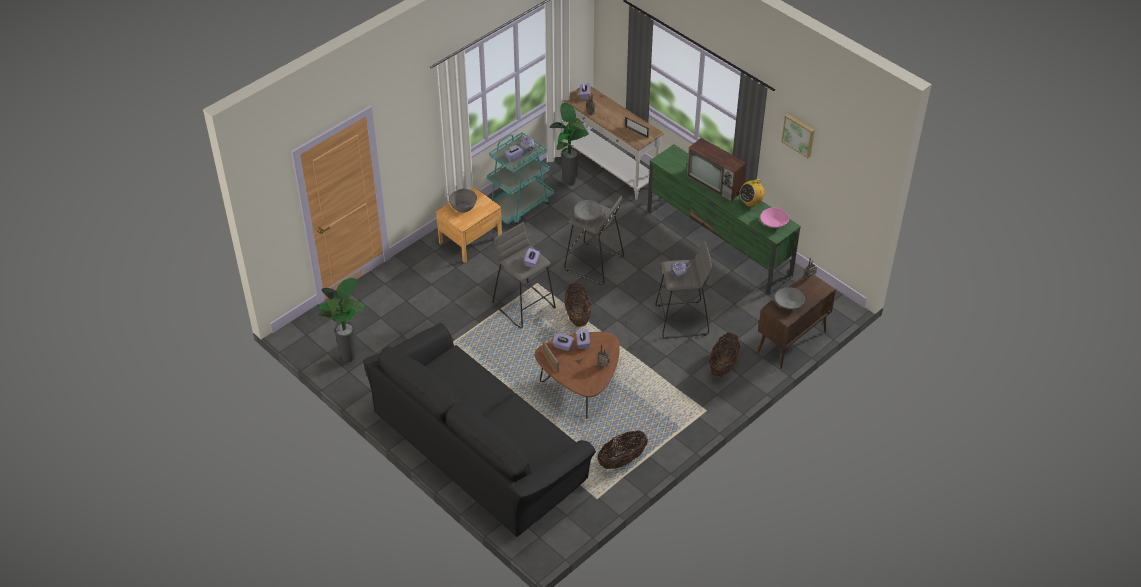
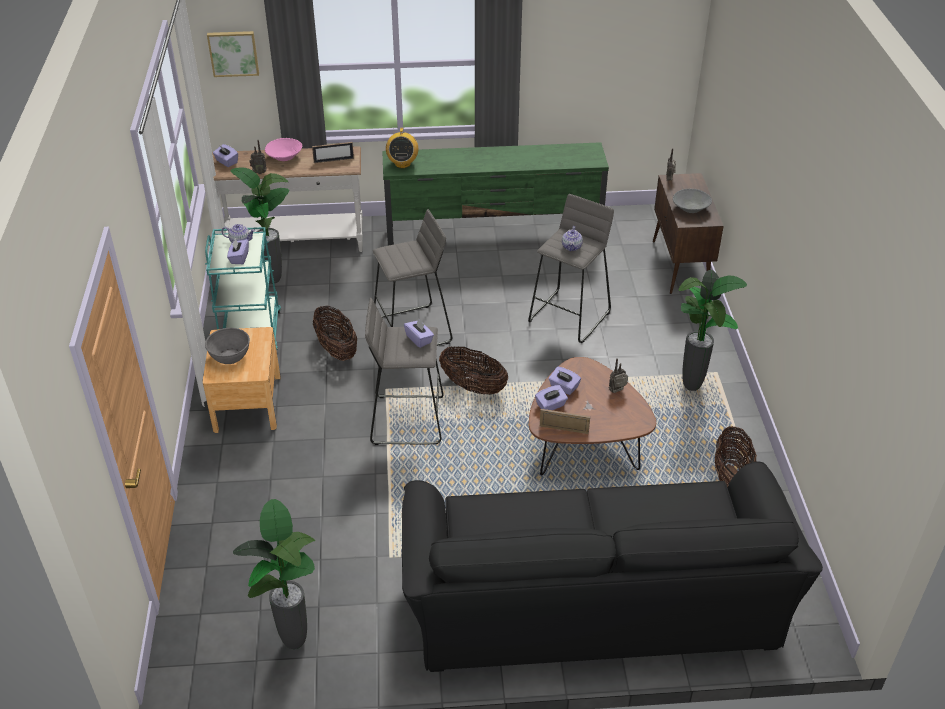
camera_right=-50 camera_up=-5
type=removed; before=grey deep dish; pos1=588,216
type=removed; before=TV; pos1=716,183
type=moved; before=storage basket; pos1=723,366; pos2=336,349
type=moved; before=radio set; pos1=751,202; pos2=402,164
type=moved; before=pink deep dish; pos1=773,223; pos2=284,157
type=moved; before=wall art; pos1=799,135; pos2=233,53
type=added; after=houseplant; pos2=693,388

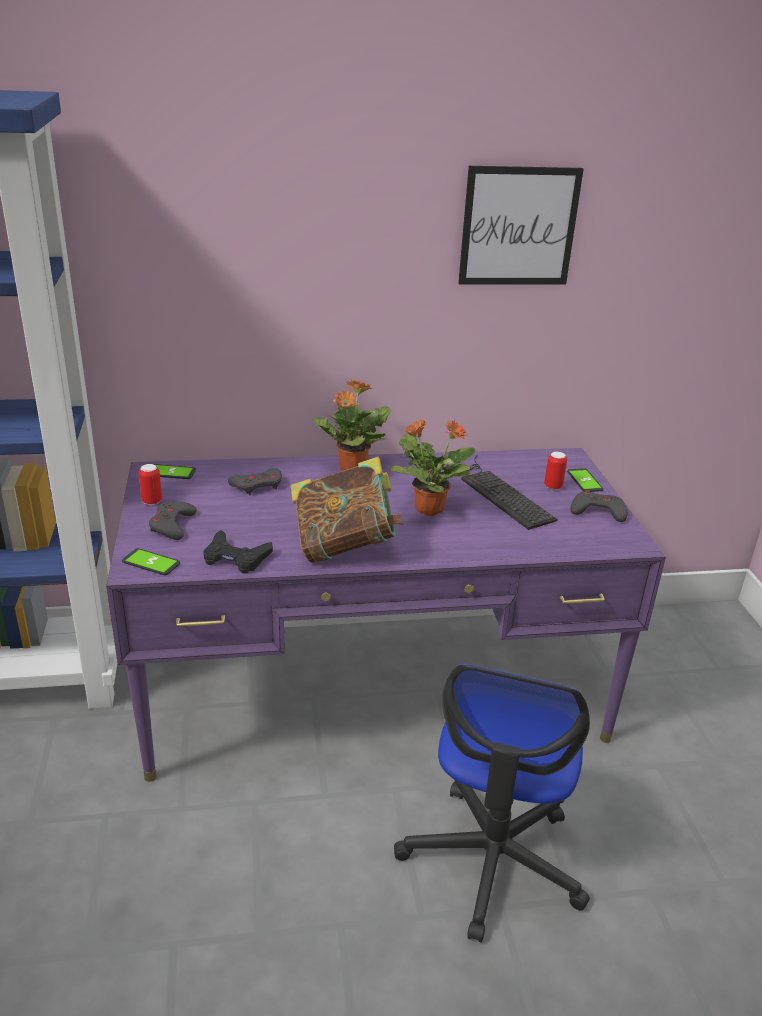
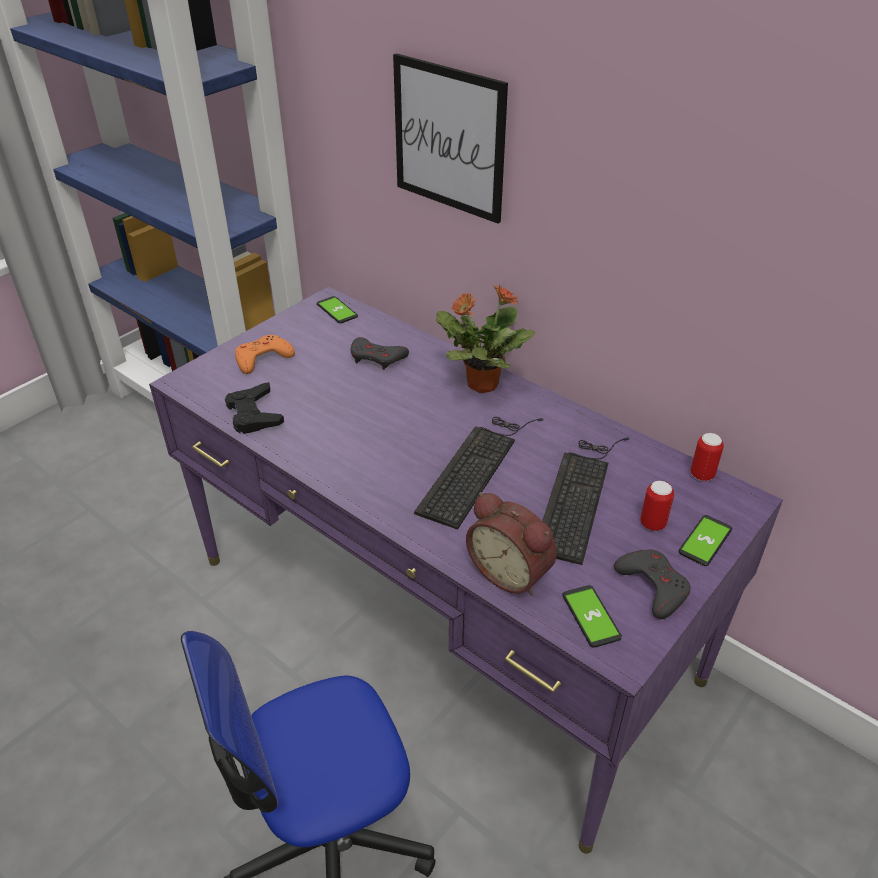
camera_right=50 camera_up=10
type=moved; before=handset; pos1=151,563; pos2=591,616
type=moved; before=sealed can; pos1=152,501; pos2=702,475
type=recoloured; before=grey gamepad; after=orangey gamepad; pos1=172,525; pos2=262,358
type=removed; before=bound book; pos1=345,546
type=replaced; before=houseplant; after=PC keyboard; pos1=428,508; pos2=477,466
type=moved; before=wall art; pos1=518,226; pos2=449,138
type=added; after=bedside clock; pos2=511,572

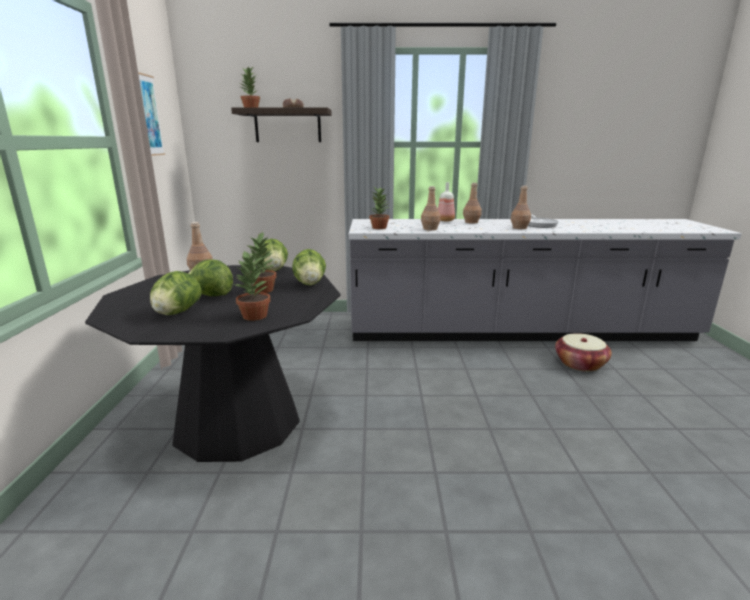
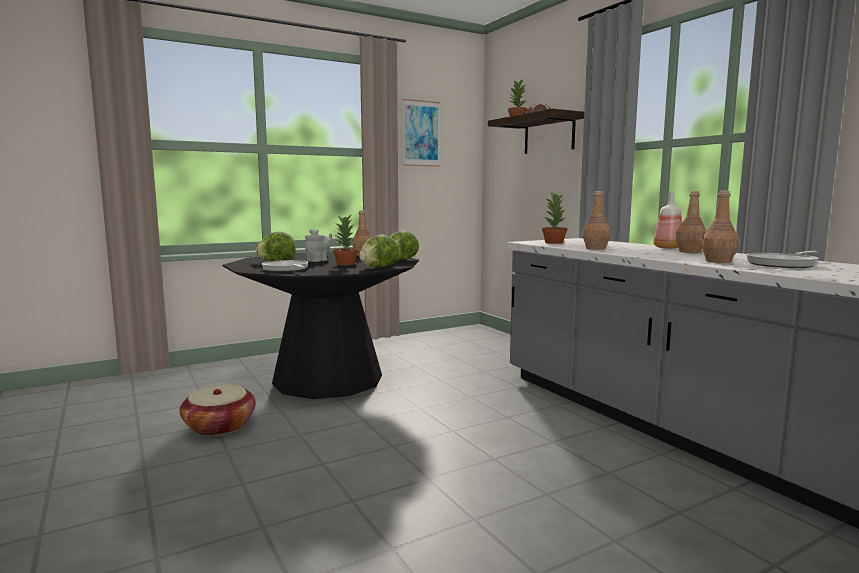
camera_right=60 camera_up=-10
type=replaced; before=lettuce head; after=grey teapot; pos1=211,295; pos2=319,261
type=replaced; before=houseplant; after=frying pan; pos1=255,316; pos2=286,269
type=moved; before=storage basket; pos1=580,364; pos2=219,427

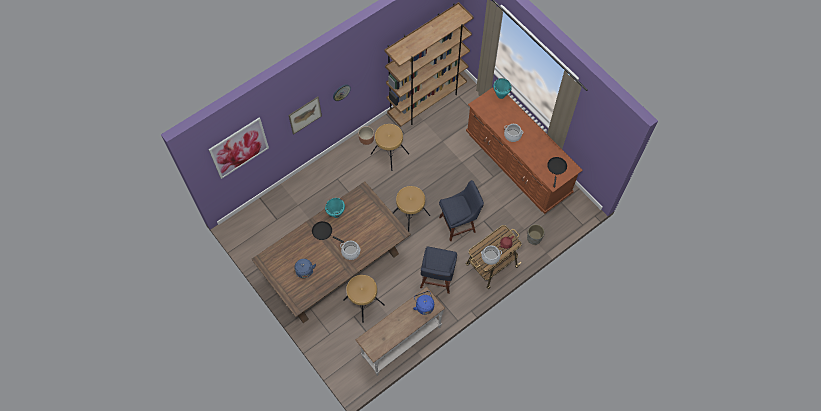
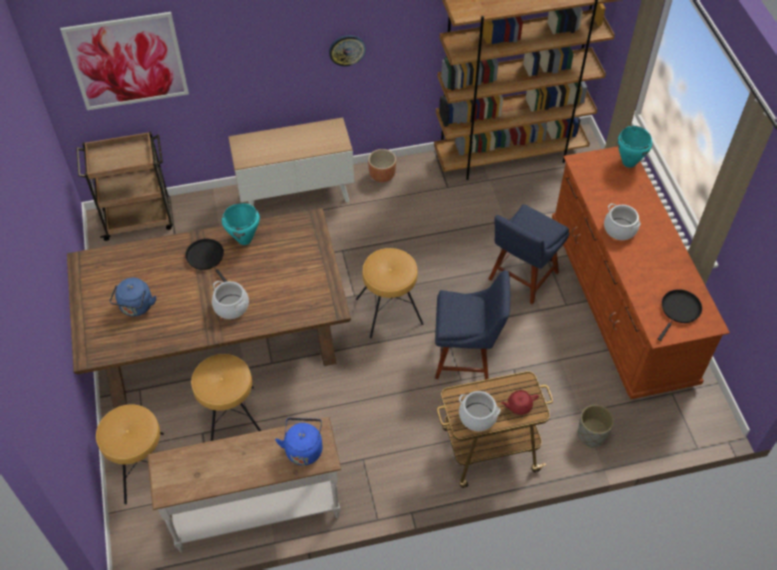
camera_right=25 camera_up=-10
type=removed; before=wall art; pos1=305,115
type=moved; before=brown stool; pos1=389,154; pos2=143,468
type=moved; before=blue-coloured plain chair; pos1=436,279; pos2=521,278
type=added; after=brown wheeled cart; pos2=139,219
type=added; after=cabinet; pos2=296,194

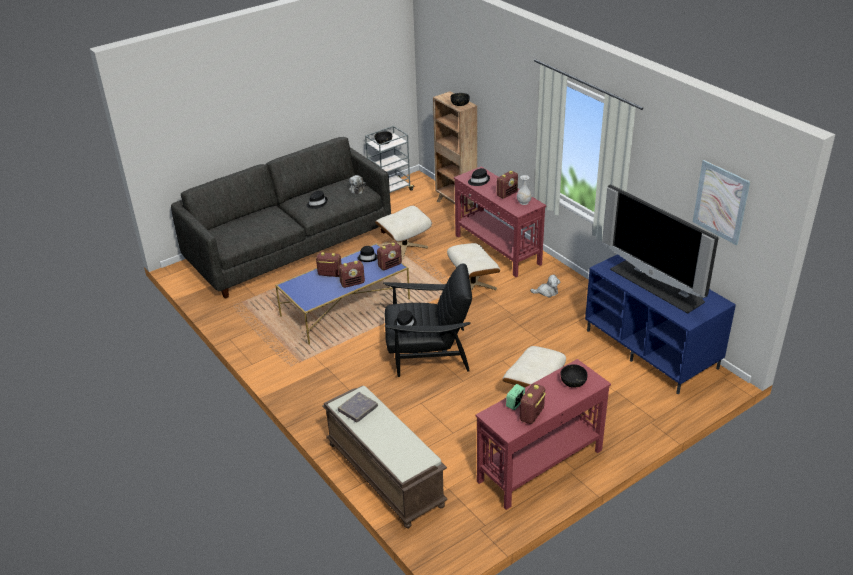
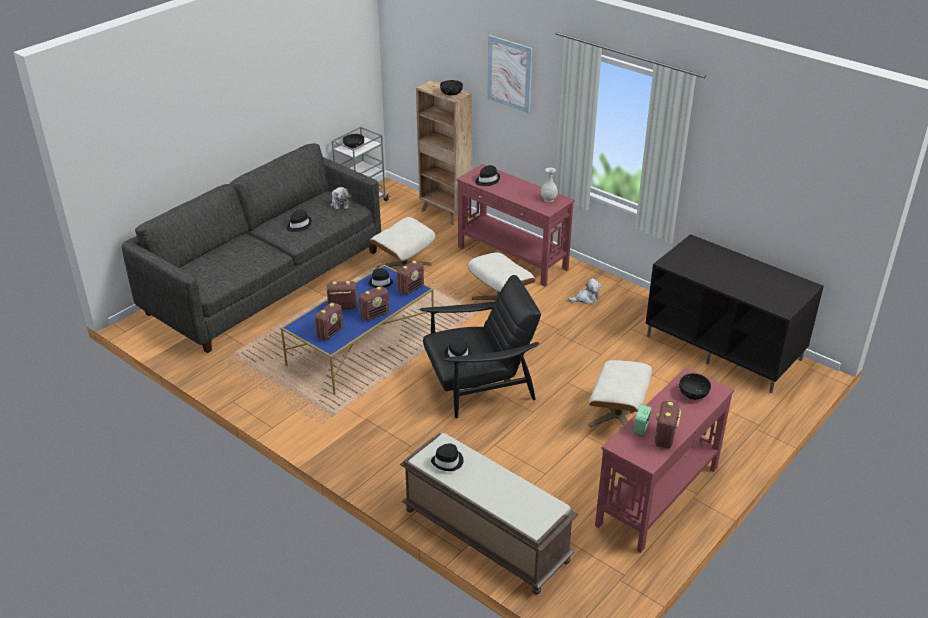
camera_right=-15 camera_up=0
type=replaced; before=grey bound book; after=blackish wearable hat; pos1=358,409; pos2=448,461
type=moved; before=radio set; pos1=507,194; pos2=330,332
type=recoloured; before=blue-coloured tv stand; after=blackish tv stand; pos1=652,349; pos2=725,348
type=removed; before=TV; pos1=657,285
type=moved; before=wall art; pos1=721,202; pos2=509,73

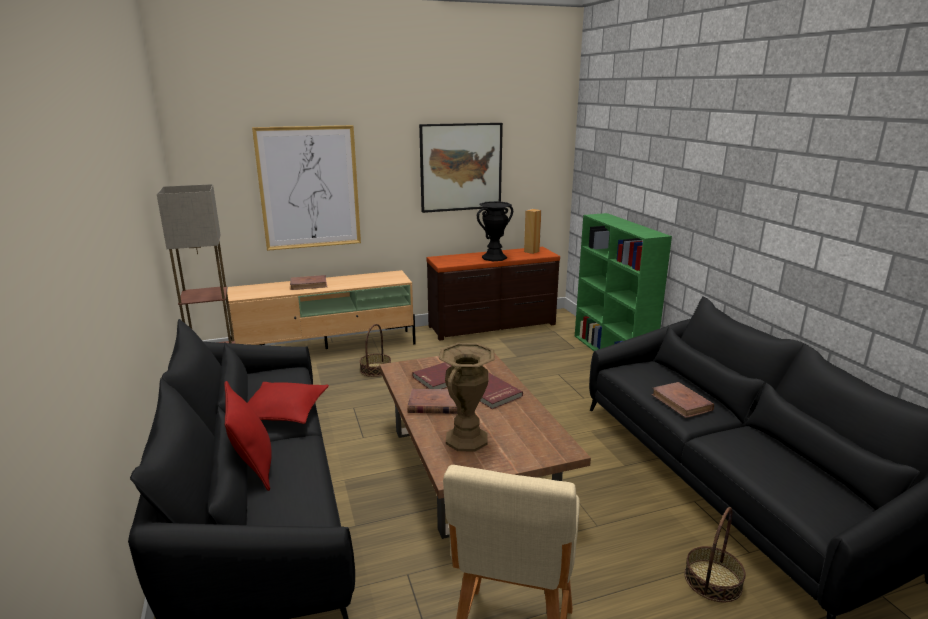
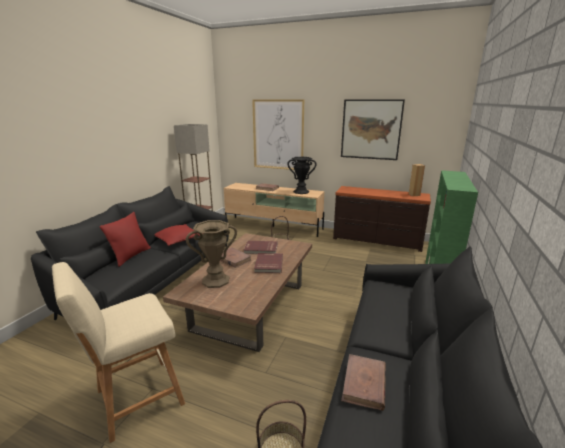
camera_right=40 camera_up=0
type=moved; before=blackish decorative vase; pos1=494,258; pos2=301,192
type=moved; before=brown bound book; pos1=681,402; pos2=364,384

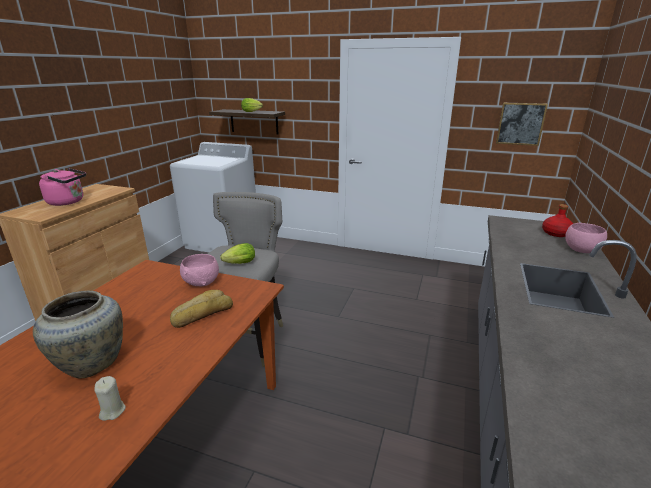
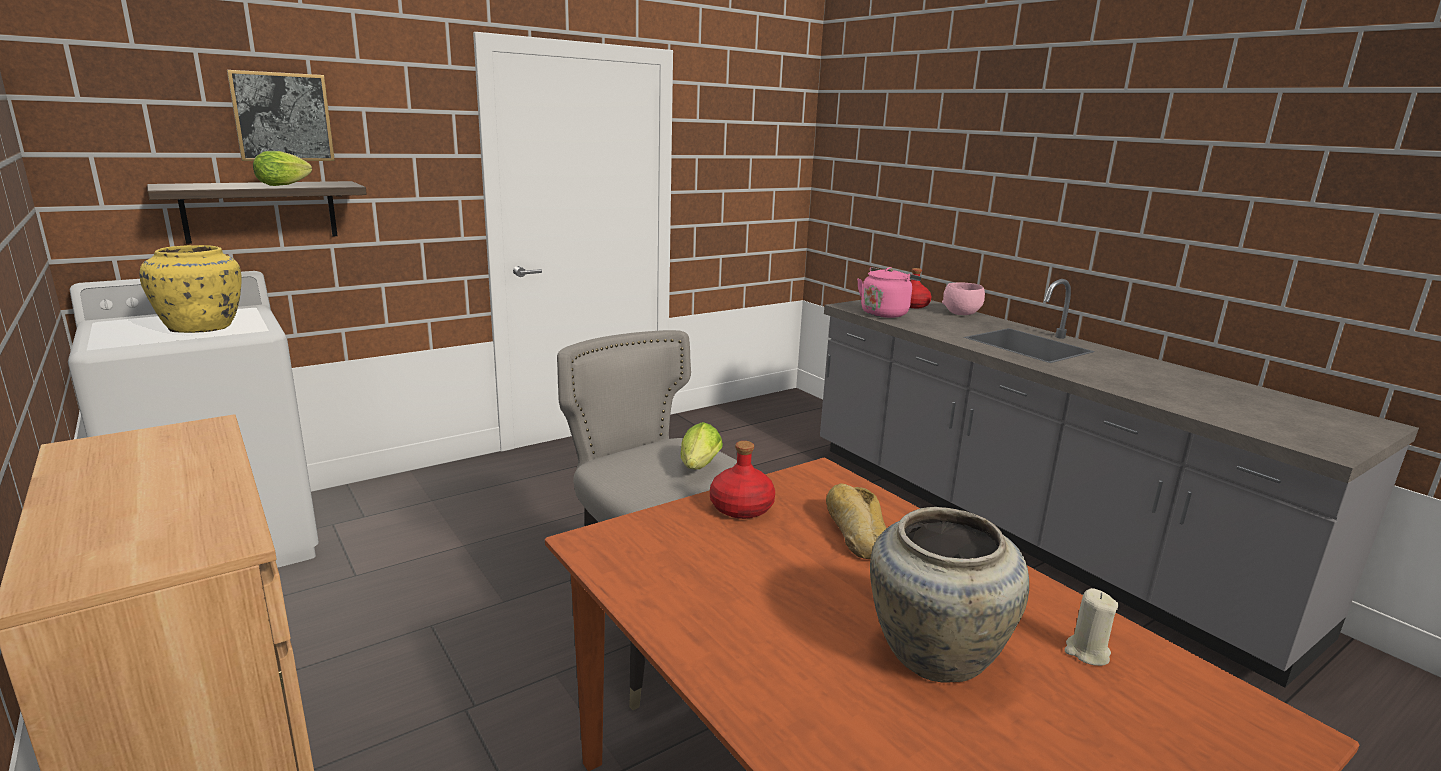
camera_right=-55 camera_up=-5
type=moved; before=pink kettle; pos1=68,202; pos2=885,313
type=replaced; before=pink deep dish; after=red drink bottle; pos1=202,282; pos2=741,507
type=moved; before=wall art; pos1=520,124; pos2=282,117
type=added; after=yellow-coloured decorative vase; pos2=203,328

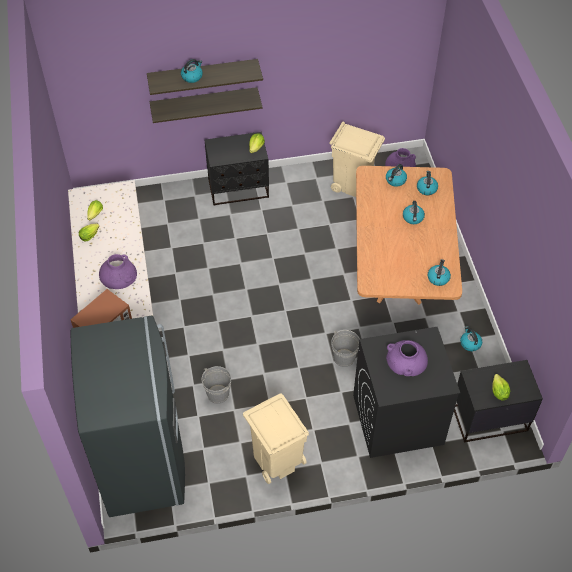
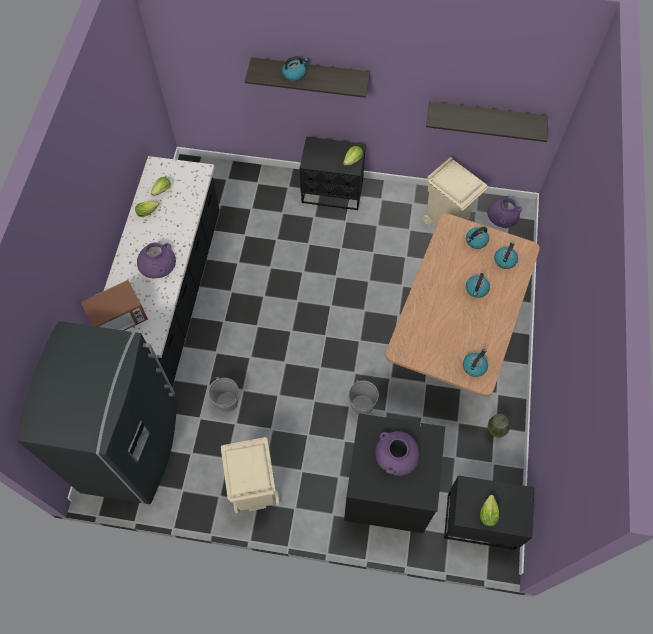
camera_right=20 camera_up=10
type=moved; before=bracket shelf; pos1=204,103; pos2=486,117
type=replaced; before=kettle; after=decorative vase; pos1=470,343; pos2=494,432

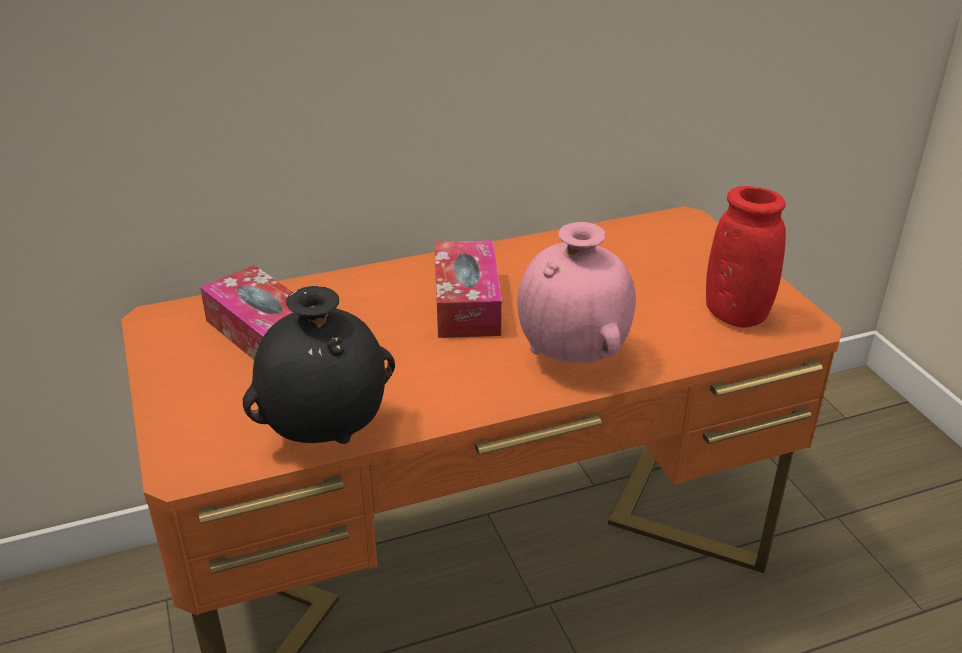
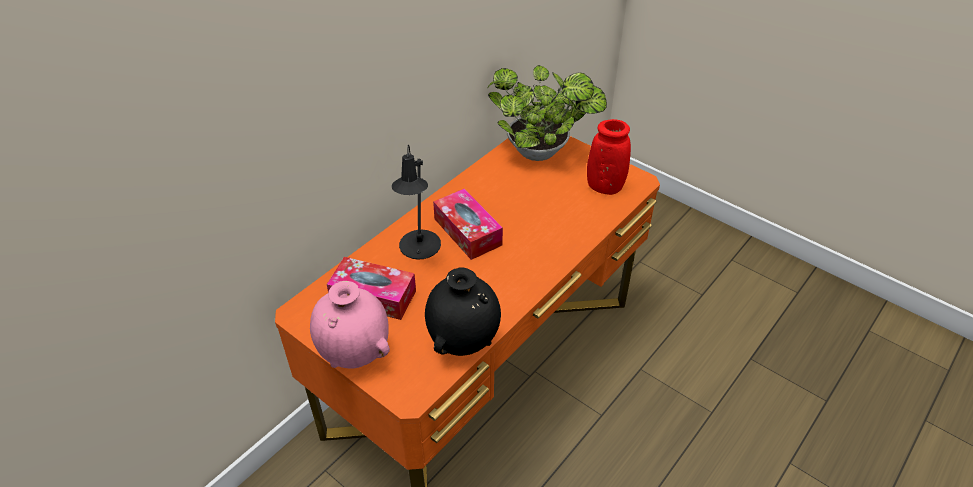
camera_right=-30 camera_up=10
type=moved; before=pink decorative vase; pos1=573,357; pos2=355,354
type=added; after=blackish tabletop lamp; pos2=419,249
type=added; after=houseplant; pos2=542,152

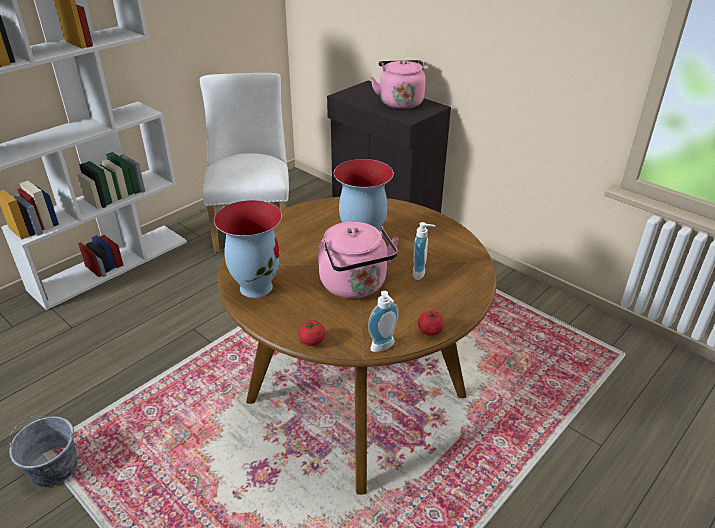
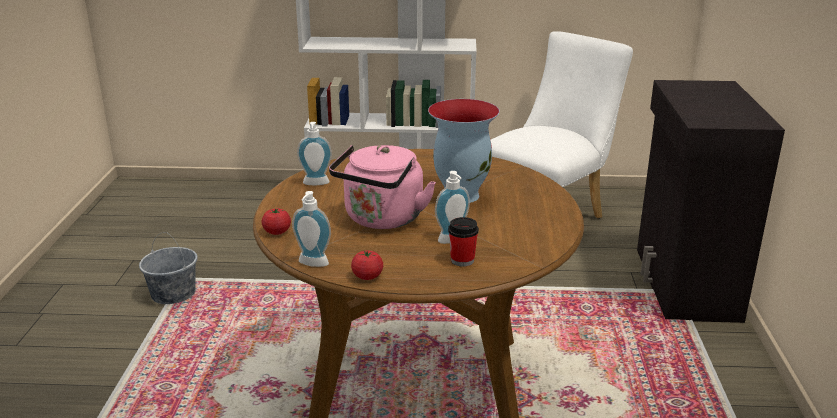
camera_right=50 camera_up=-10
type=replaced; before=decorative vase; after=soap bottle; pos1=256,286; pos2=316,184
type=removed; before=pink kettle; pos1=400,102
type=added; after=cup; pos2=462,260

